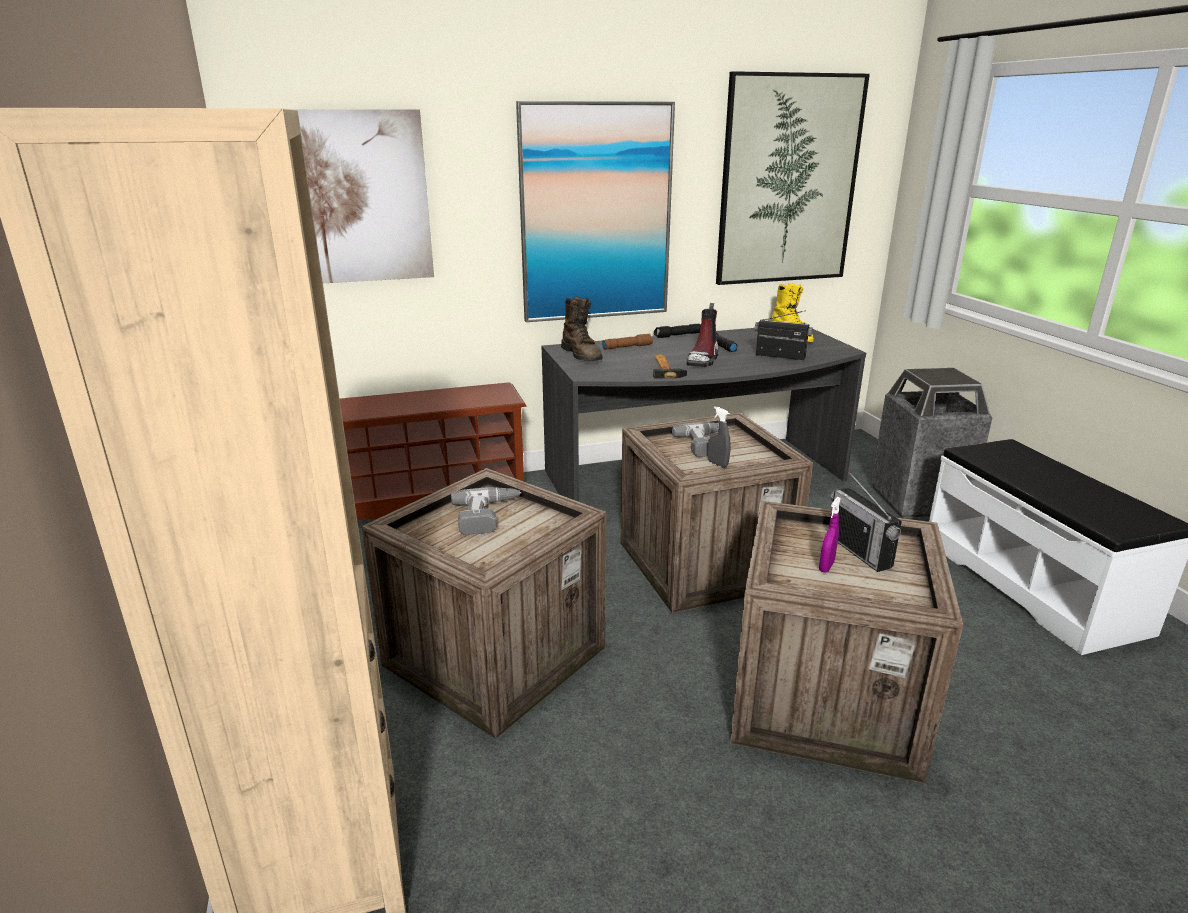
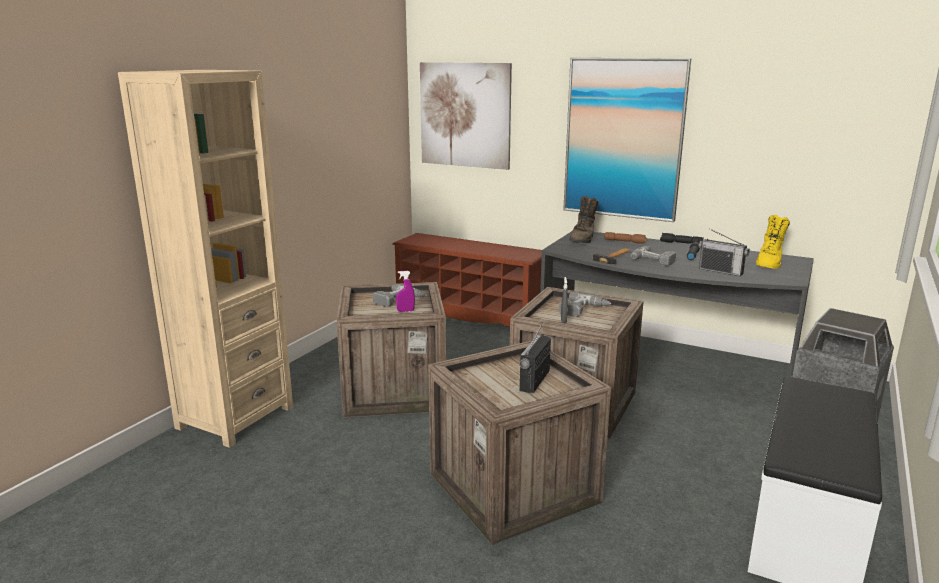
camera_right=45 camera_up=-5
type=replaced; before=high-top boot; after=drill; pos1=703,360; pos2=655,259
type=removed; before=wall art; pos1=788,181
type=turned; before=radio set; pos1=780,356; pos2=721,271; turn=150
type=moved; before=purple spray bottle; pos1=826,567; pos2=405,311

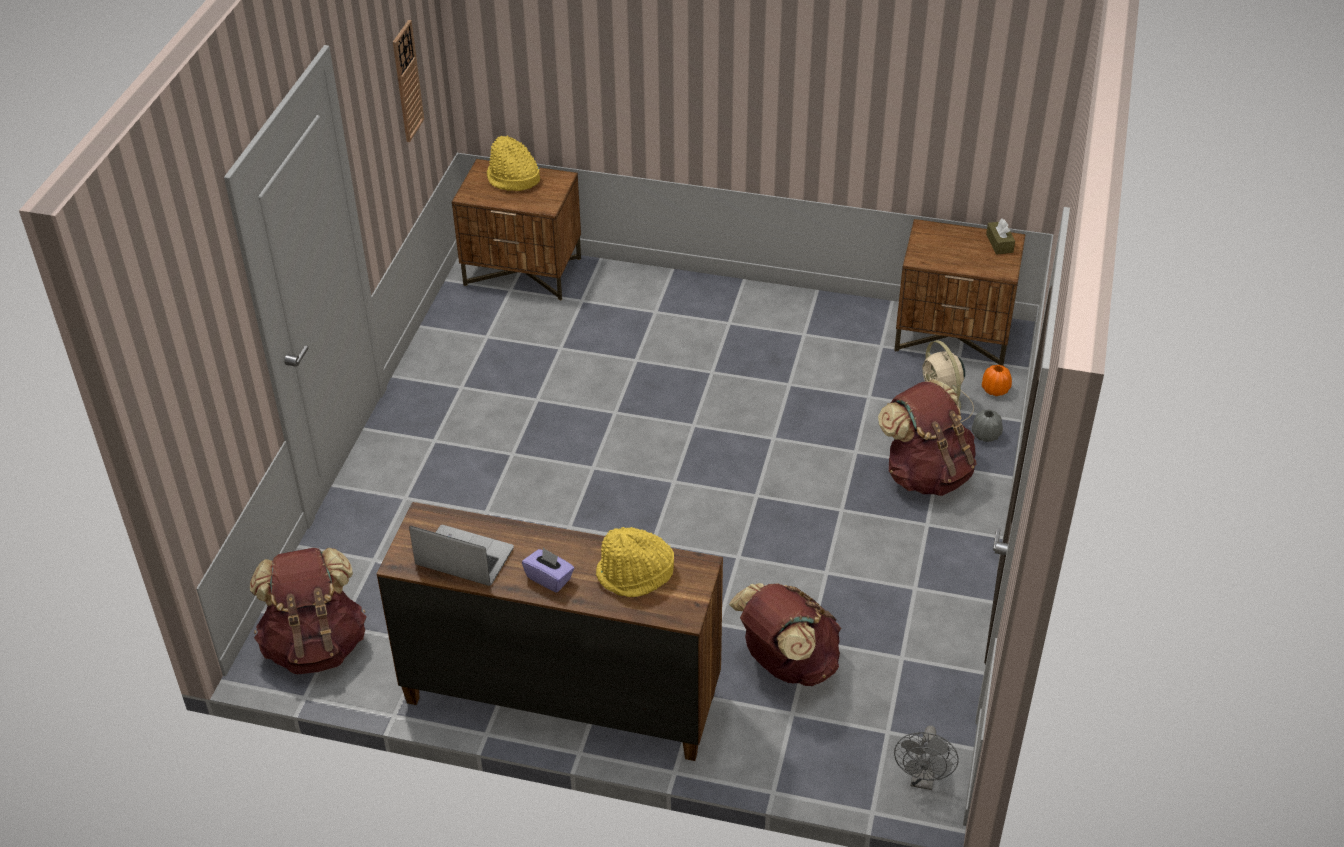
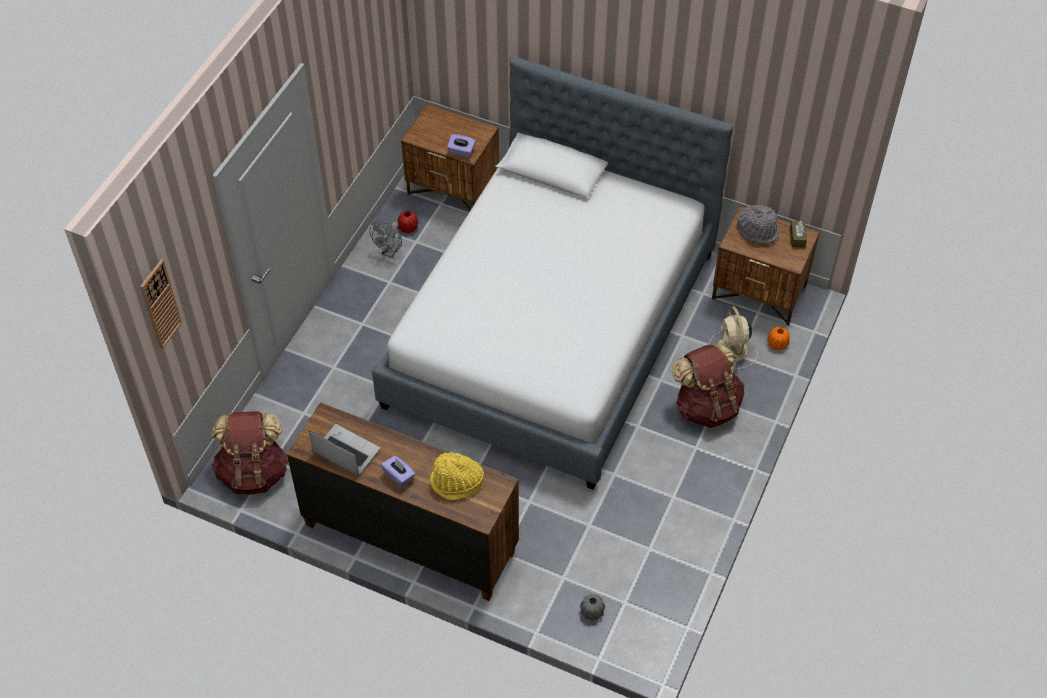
camera_right=10 camera_up=10
type=moved; before=hanging clock; pos1=407,81; pos2=160,304
type=removed; before=yellow-coloured wearable hat; pos1=513,179
type=removed; before=brown rucksack; pos1=786,663
type=moved; before=grey cooling fan; pos1=923,779; pos2=390,252
type=moved; before=grey decorative vase; pos1=985,435; pos2=592,612
type=added; after=bed; pos2=552,329
type=added; after=red decorative vase; pos2=408,227
type=added; after=purple tissue holder; pos2=461,151
type=added; after=grey wearable hat; pos2=758,230

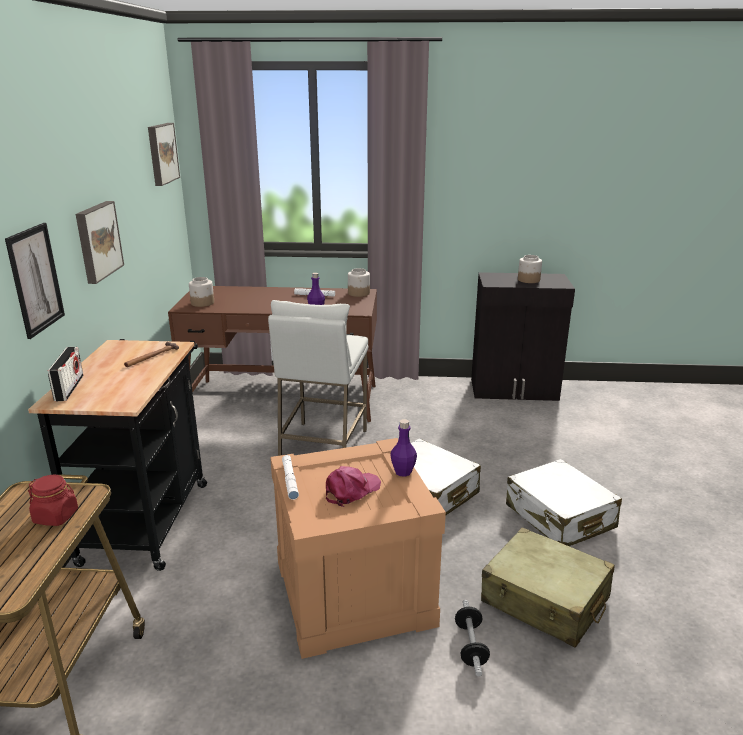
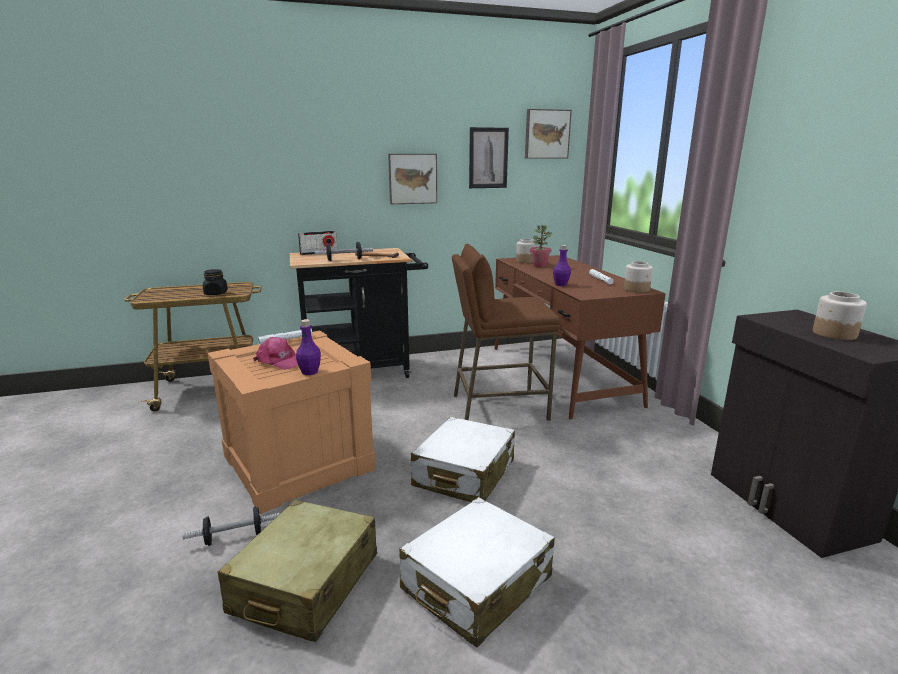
camera_right=70 camera_up=-5
type=moved; before=wall art; pos1=35,279; pos2=488,158
type=recoloured; before=red preserve jar; after=blackish preserve jar; pos1=56,516; pos2=216,293
type=recoloured; before=white-coloured stool; after=brown stool; pos1=323,448; pos2=499,407
type=added; after=hand weight; pos2=344,260
type=added; after=houseplant; pos2=539,265

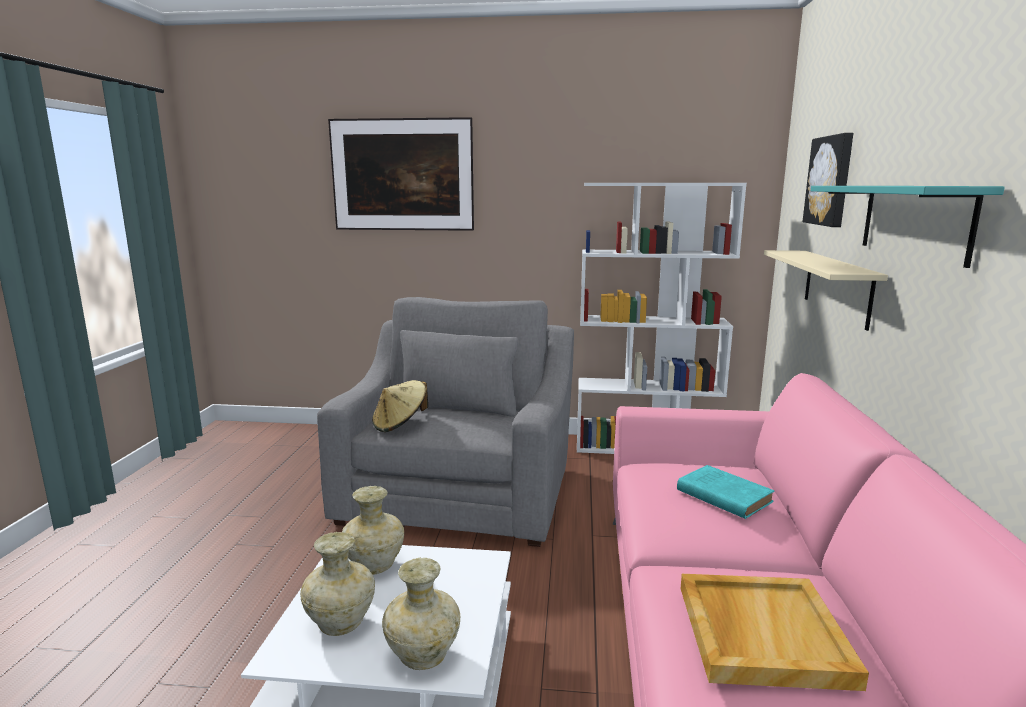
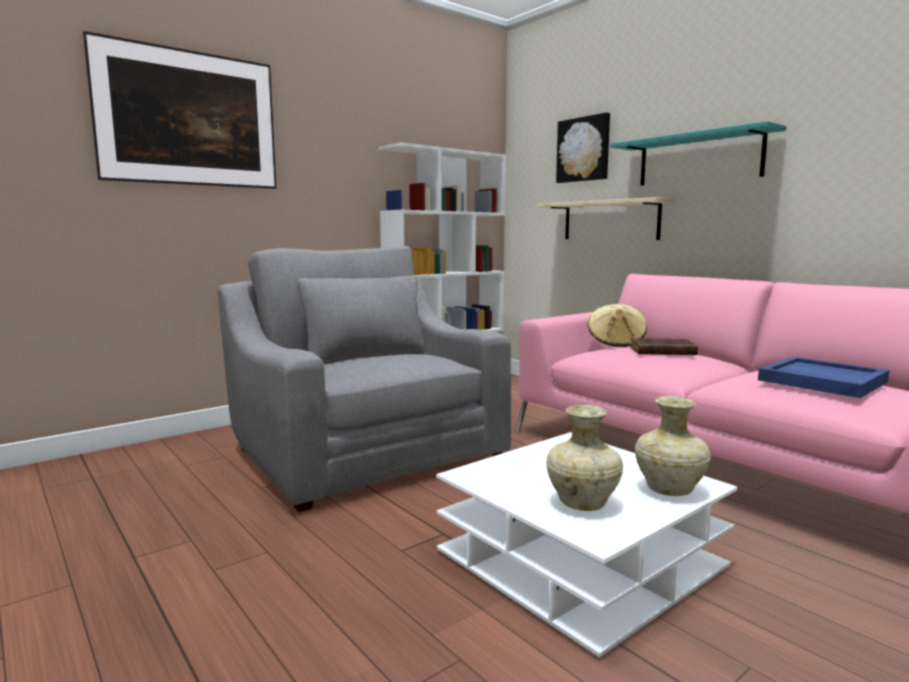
camera_right=-45 camera_up=-5
type=removed; before=beige-coloured decorative vase; pos1=373,566
type=moved; before=beige-coloured wearable hat; pos1=400,424; pos2=616,342
type=recoloured; before=turquoise bound book; after=brown bound book; pos1=721,495; pos2=660,351
type=recoloured; before=beige-coloured tray; after=blue-coloured tray; pos1=760,633; pos2=820,381

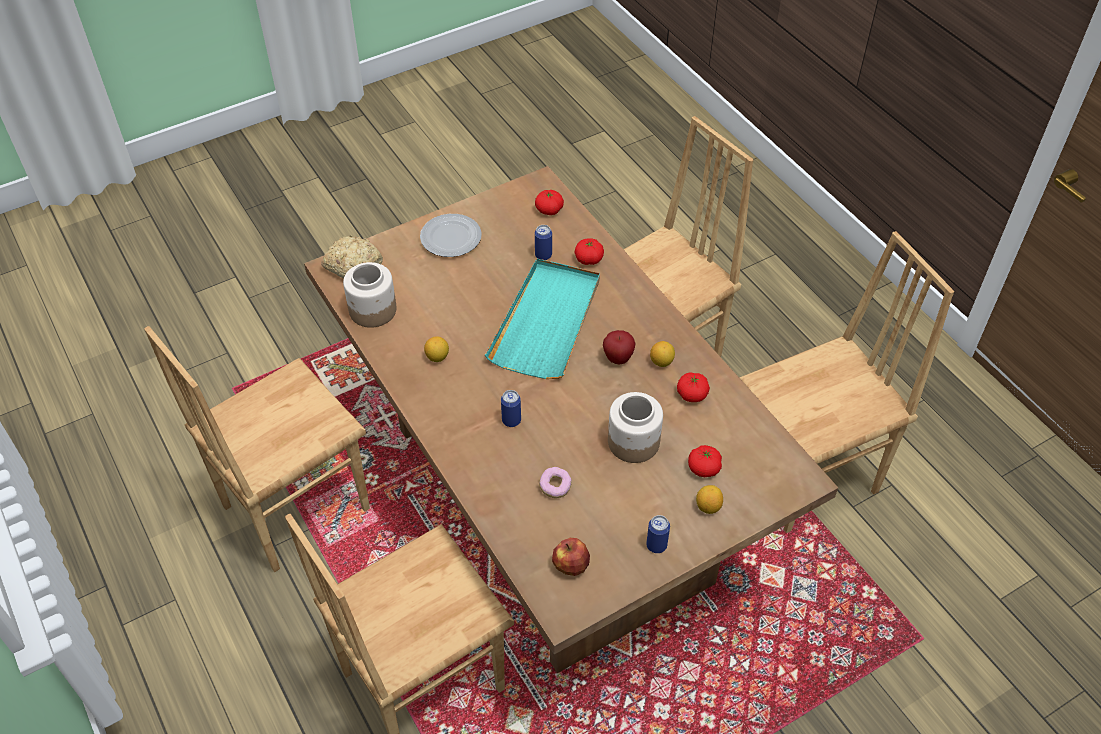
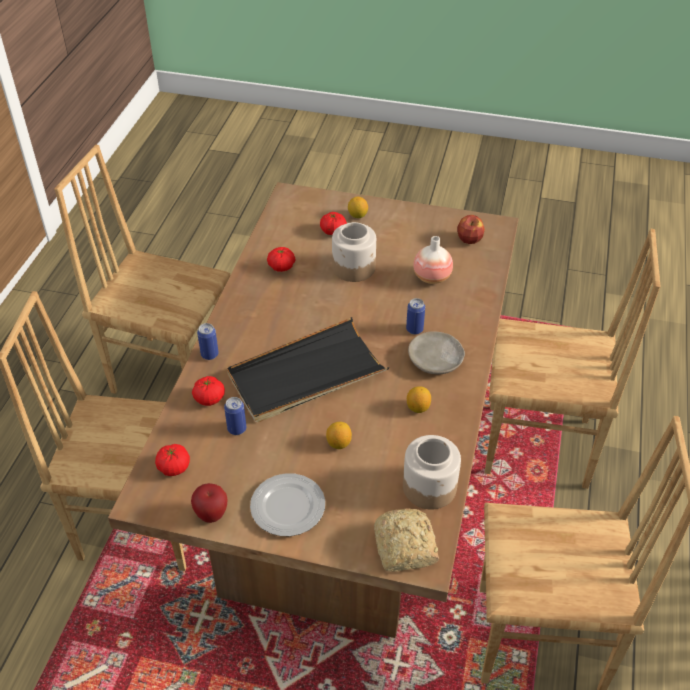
camera_right=-135 camera_up=-5
type=recoloured; before=turquoise tray; after=blackish tray; pos1=547,321; pos2=306,375
type=replaced; before=ring doughnut; after=decorative vase; pos1=555,487; pos2=432,277
type=moved; before=apple; pos1=618,359; pos2=211,515
type=moved; before=sealed can; pos1=656,545; pos2=209,354
type=moved; before=lemon; pos1=661,362; pos2=338,443
type=added; after=beige-coloured dinner plate; pos2=435,360

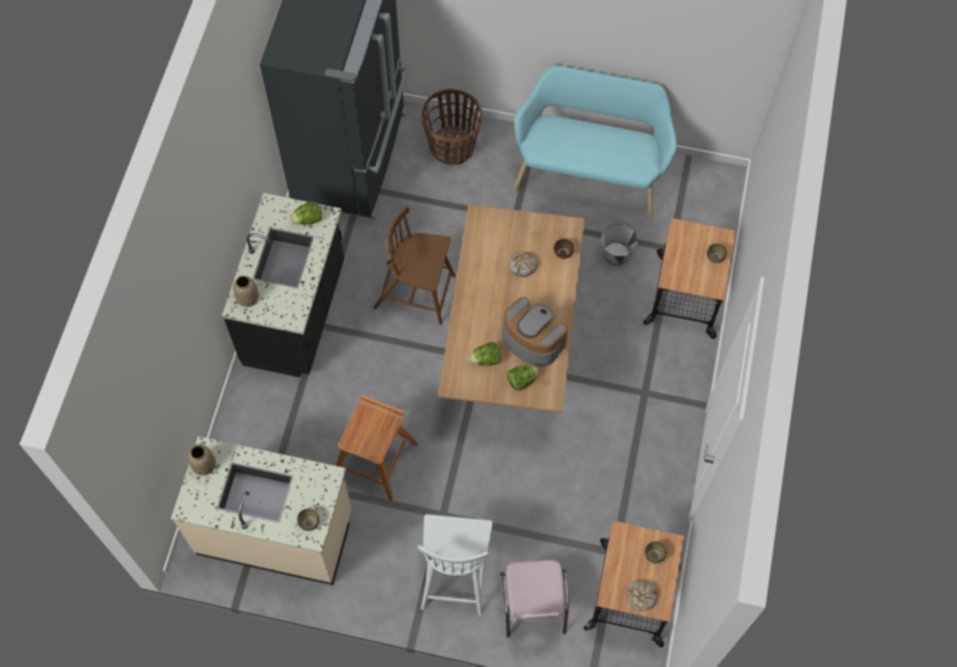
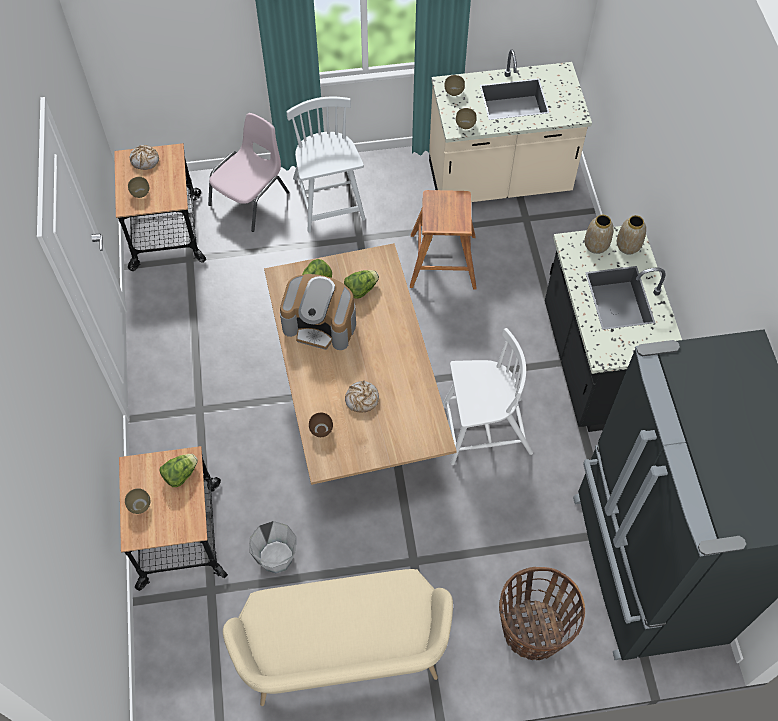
camera_right=160 camera_up=-5
type=moved; before=decorative vase; pos1=204,465; pos2=596,245
type=moved; before=lettuce head; pos1=308,219; pos2=180,474
type=recoloured; before=brown plain chair; after=white-coloured plain chair; pos1=416,292; pos2=484,431
type=turned; before=pink plain chair; pos1=533,604; pos2=251,198; turn=60
type=recoloured; before=turquoise indoor bench; after=beige-coloured indoor bench; pos1=589,173; pos2=344,659
type=added; after=brown deep dish; pos2=464,125

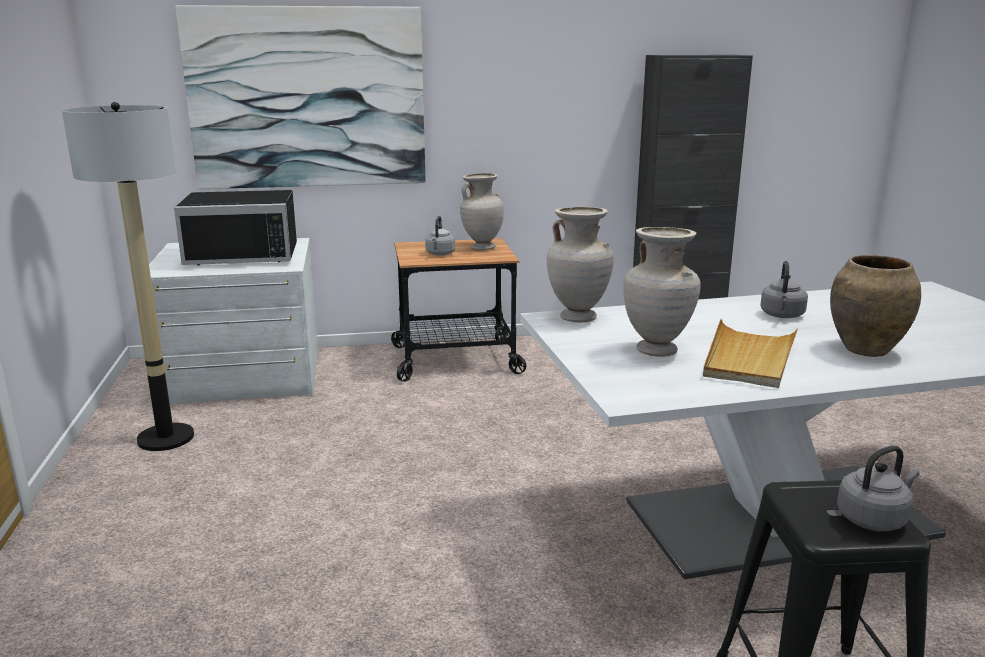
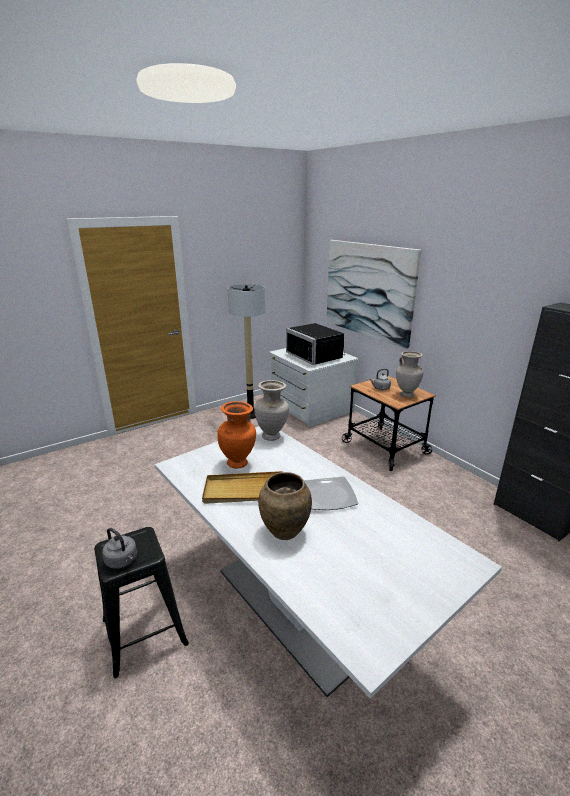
camera_right=65 camera_up=5
type=recoloured; before=beige-coloured decorative vase; after=orangey decorative vase; pos1=657,350; pos2=238,463
type=replaced; before=grey kettle; after=dinner plate; pos1=782,316; pos2=328,496

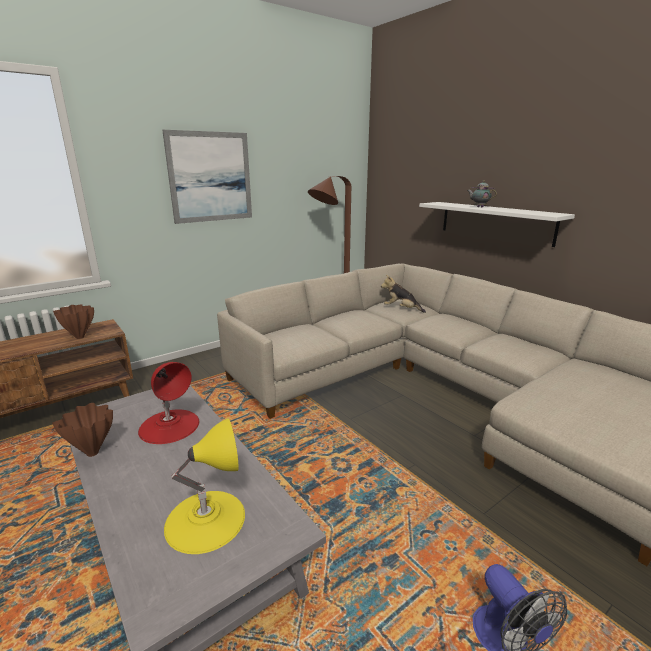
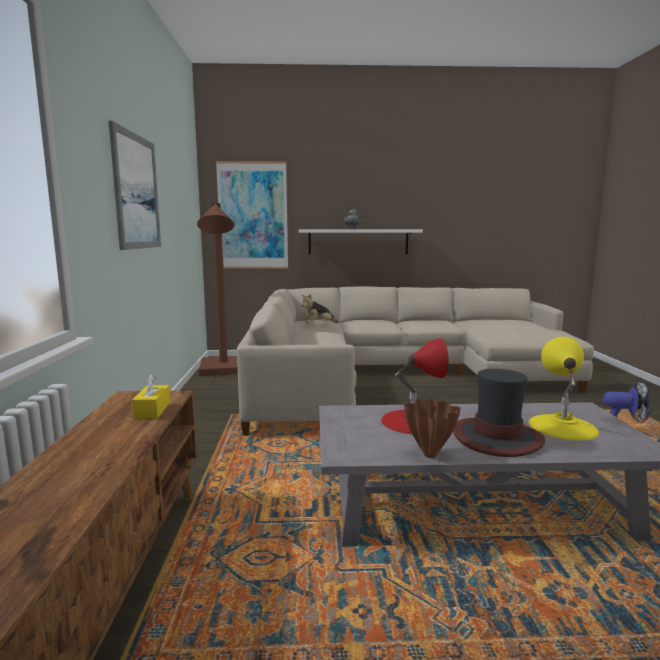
camera_right=-55 camera_up=-10
type=replaced; before=brown decorative vase; after=yellow-coloured tissue holder; pos1=79,337; pos2=152,410
type=added; after=wall art; pos2=253,216
type=added; after=wearable hat; pos2=497,438

